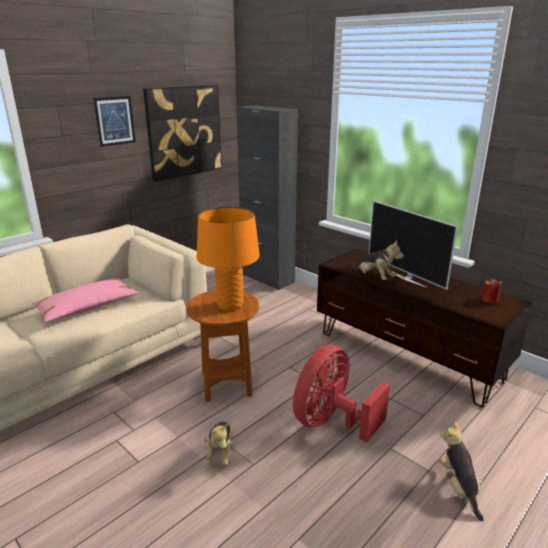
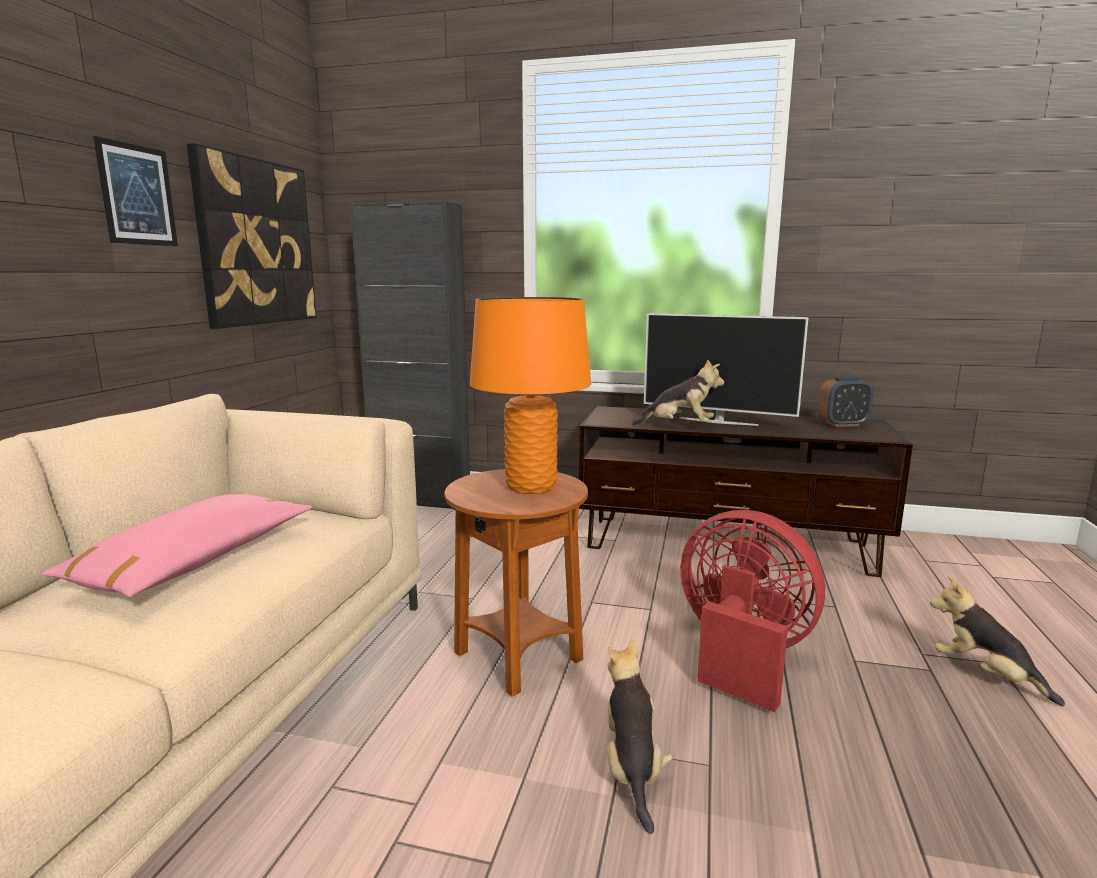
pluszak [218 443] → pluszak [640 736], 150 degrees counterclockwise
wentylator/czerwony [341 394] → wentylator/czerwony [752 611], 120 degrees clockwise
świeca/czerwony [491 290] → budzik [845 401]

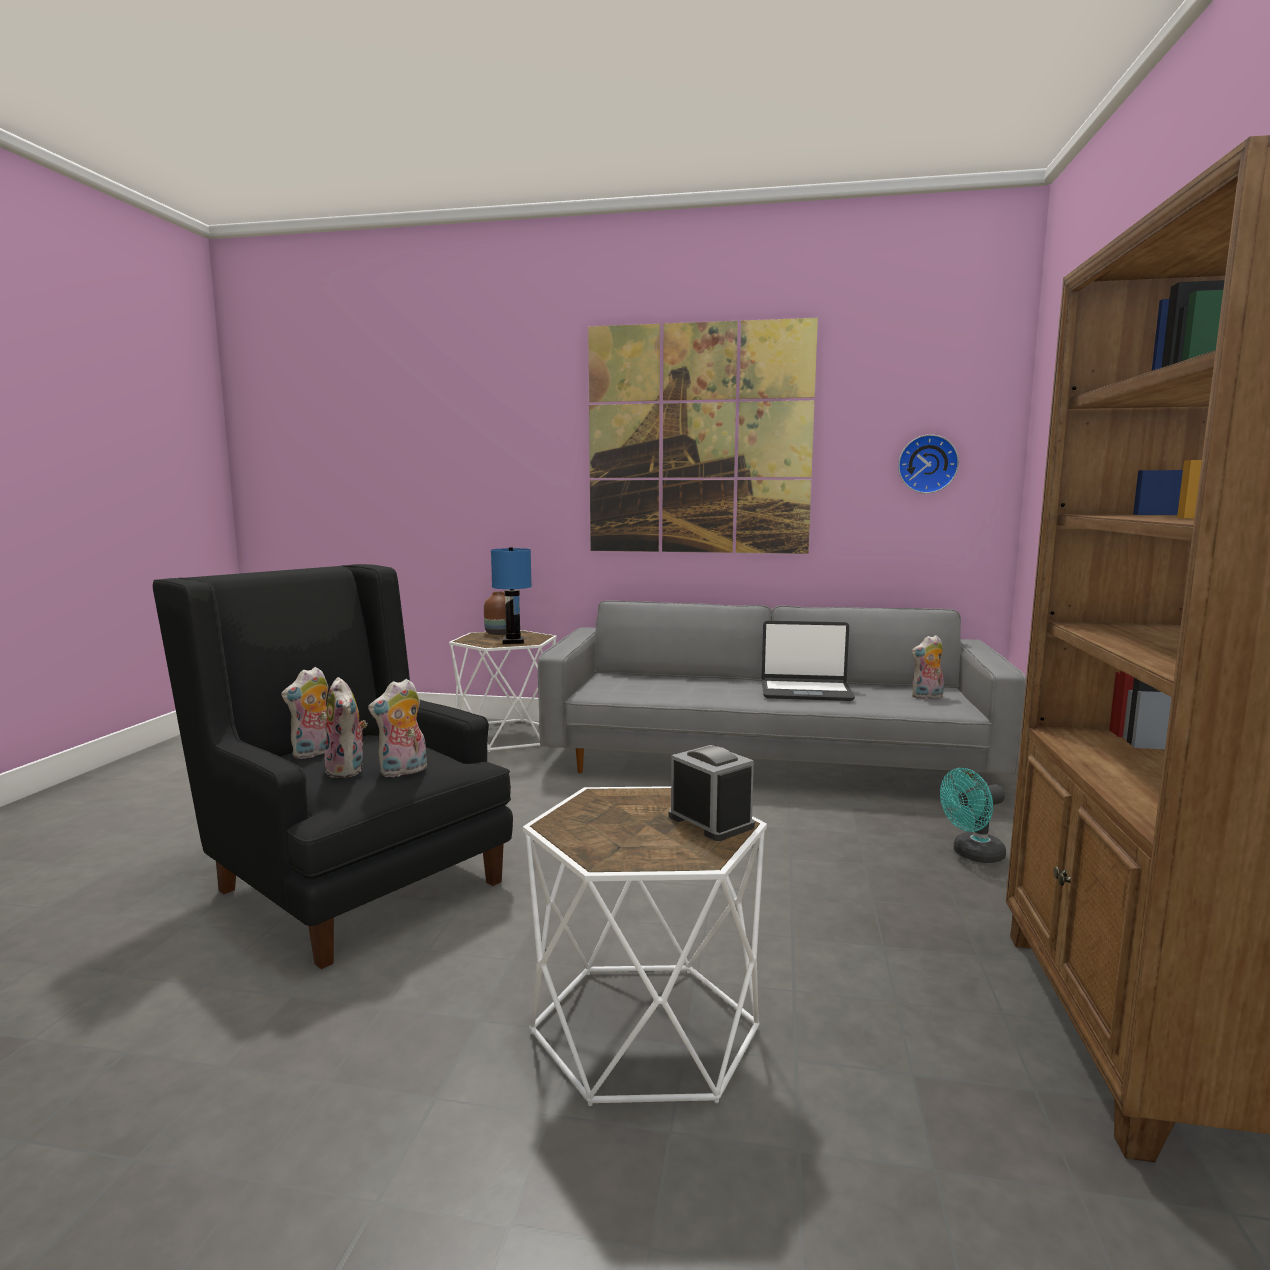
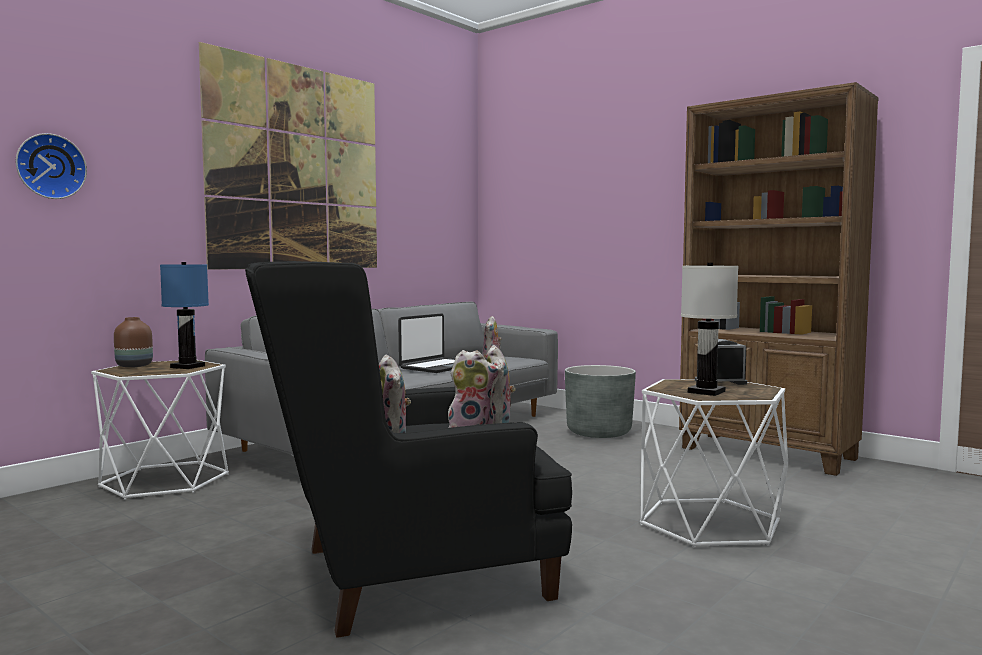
zegar ścienny [928 464] → zegar ścienny [51 166], relocated
wentylator/turkusowy [973 815] → donica/szary [600 401]
- → lampa stołowa/biały [710 329]

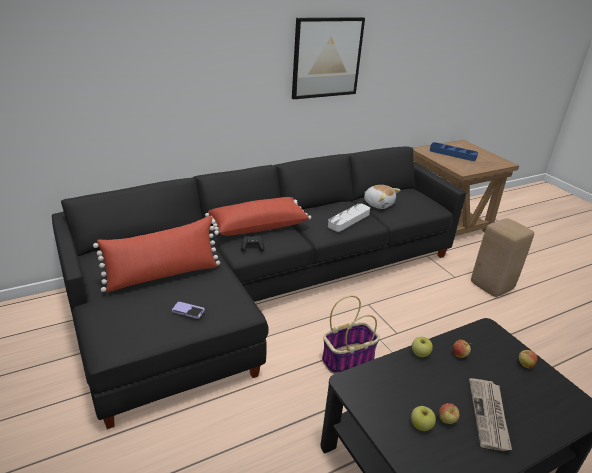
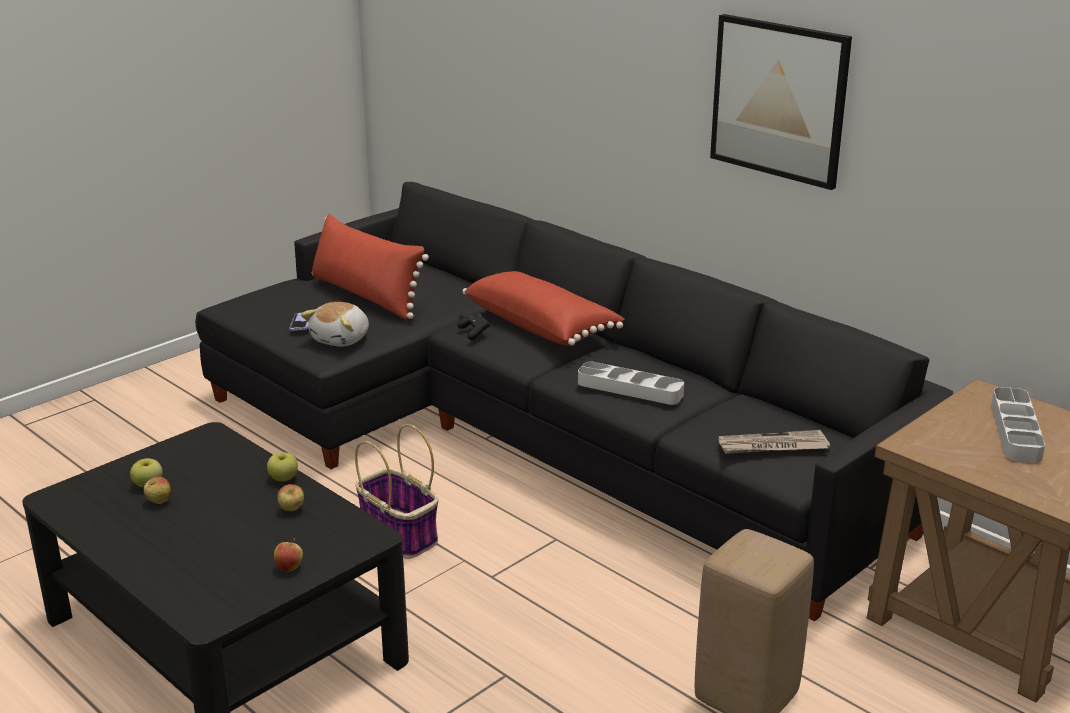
pluszak [382 197] → pluszak [335 324], relocated
taca/niebieski [454 151] → taca/szary [1018 425]
gazeta [490 414] → gazeta [774 442], relocated

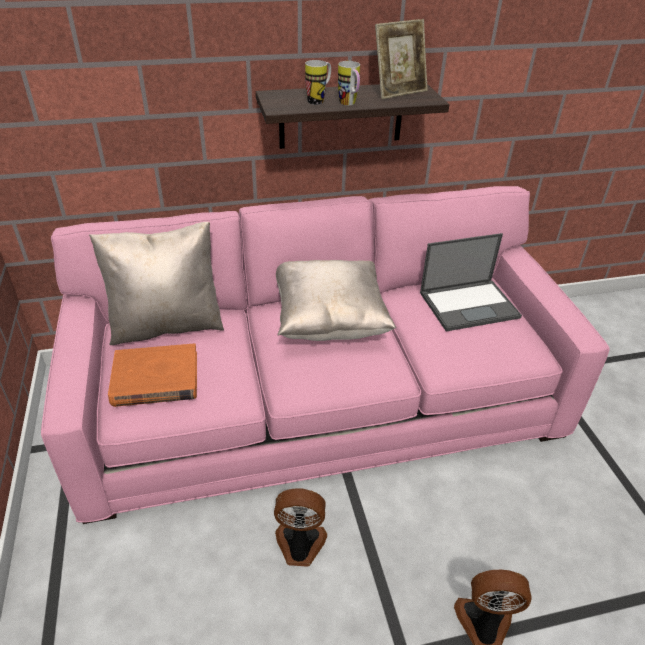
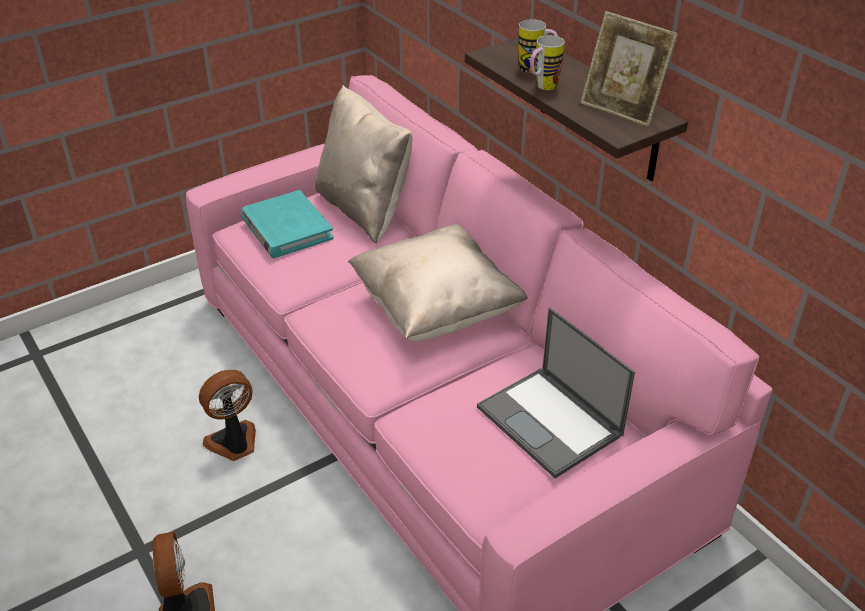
książka/pomarańczowy [152 375] → książka/turkusowy [287 224]
wentylator [300 527] → wentylator [227 415], 105 degrees counterclockwise

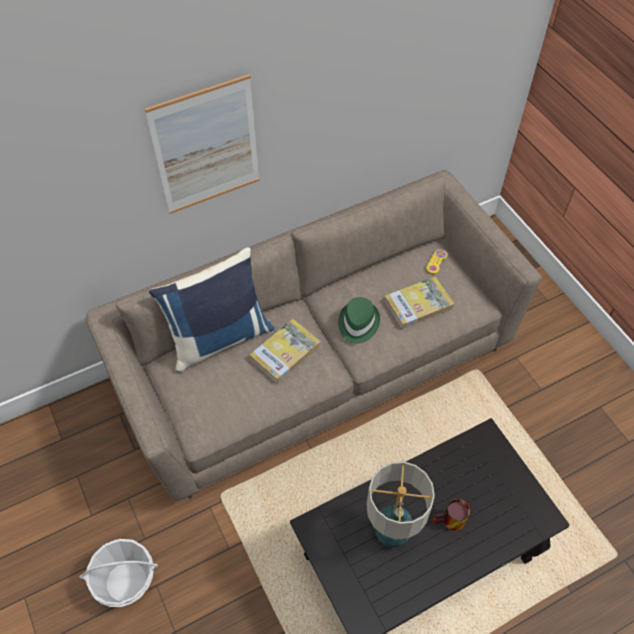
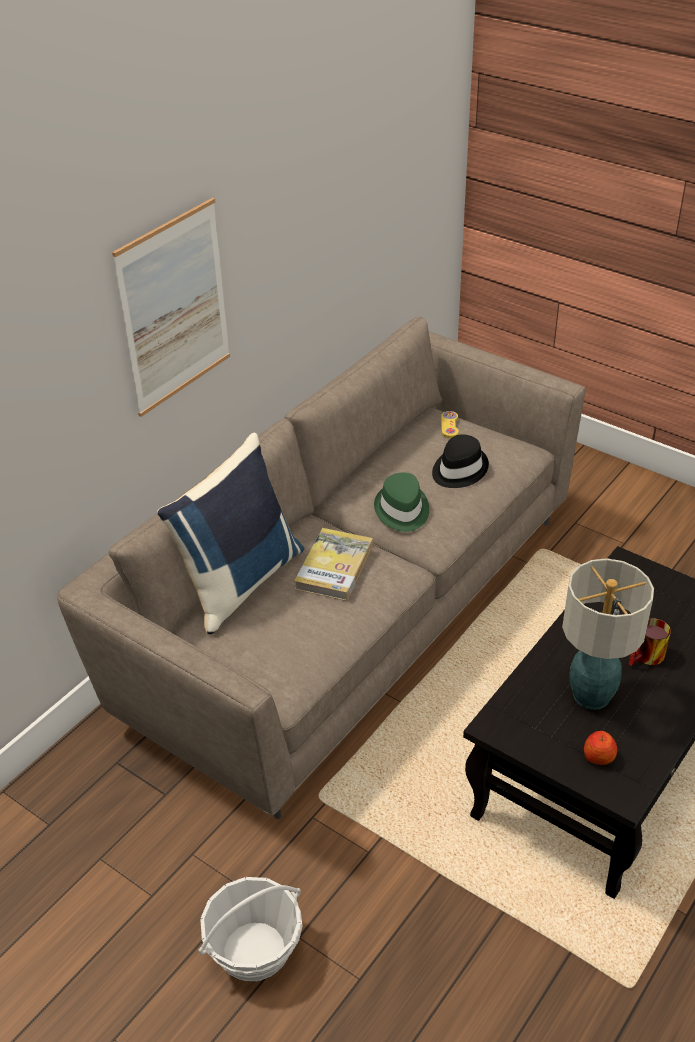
książka [419 303] → kapelusz/czarny [460 461]
- → jabłko [600 748]

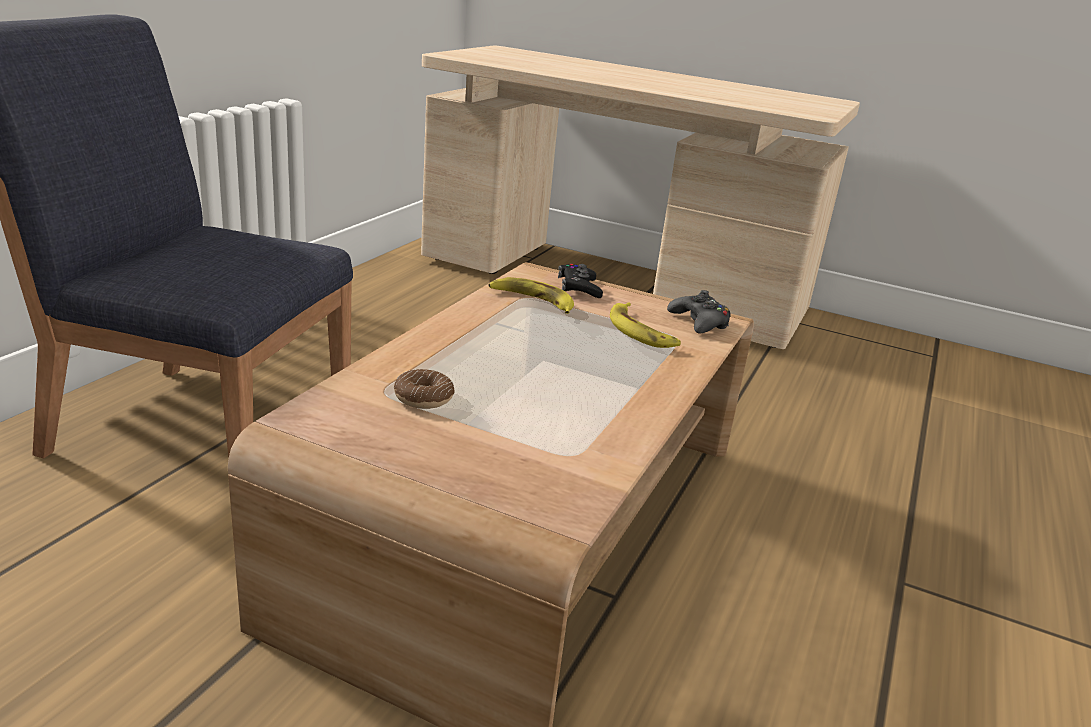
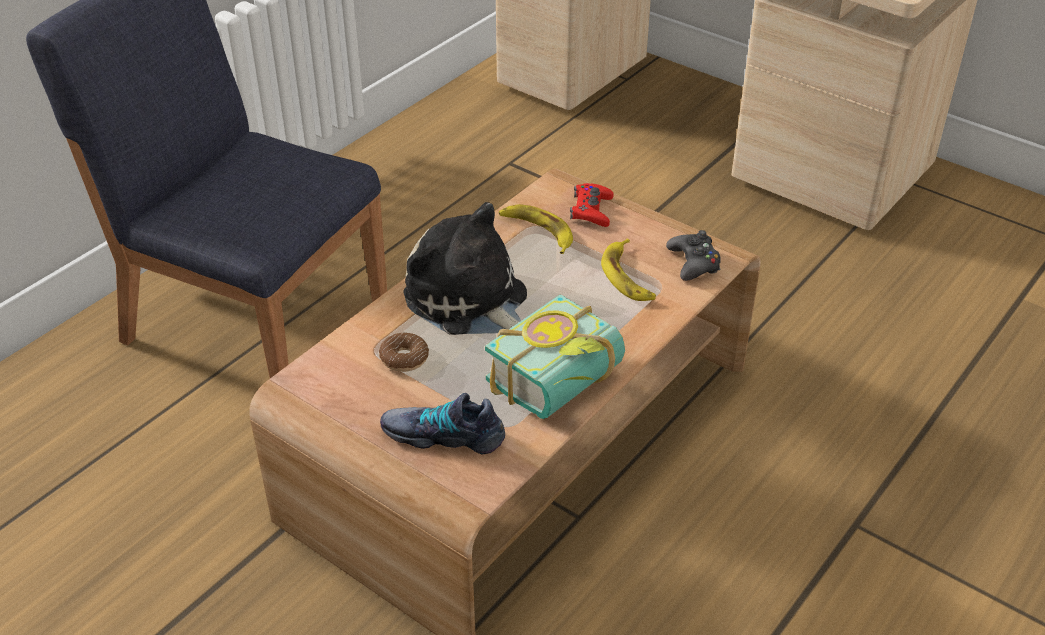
pad do gier/czarny [580 281] → pad do gier/czerwony [591 205]
- → but [442 424]
- → pluszak [465 268]
- → książka [555 356]

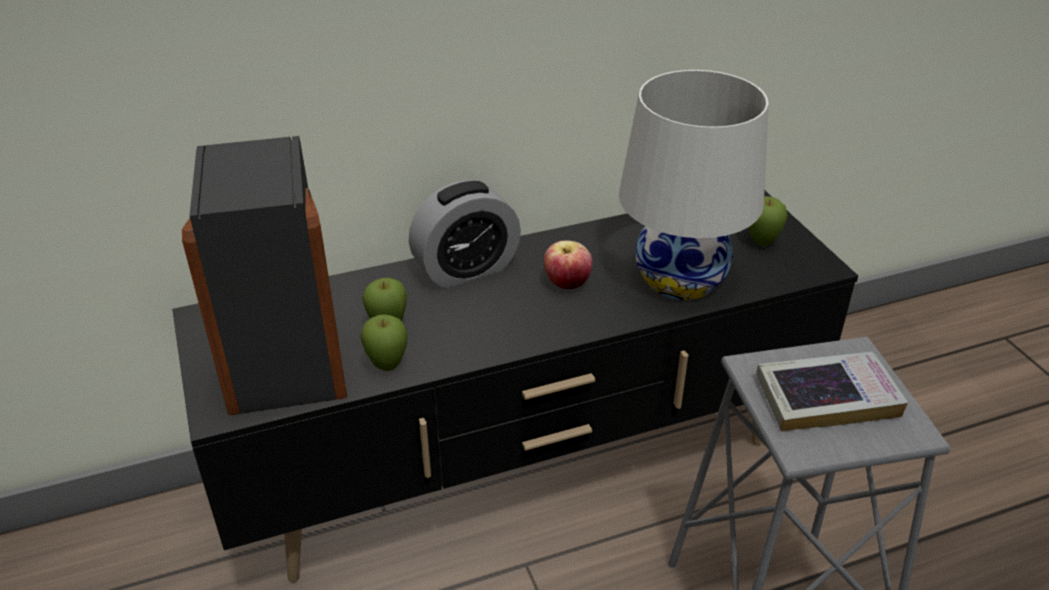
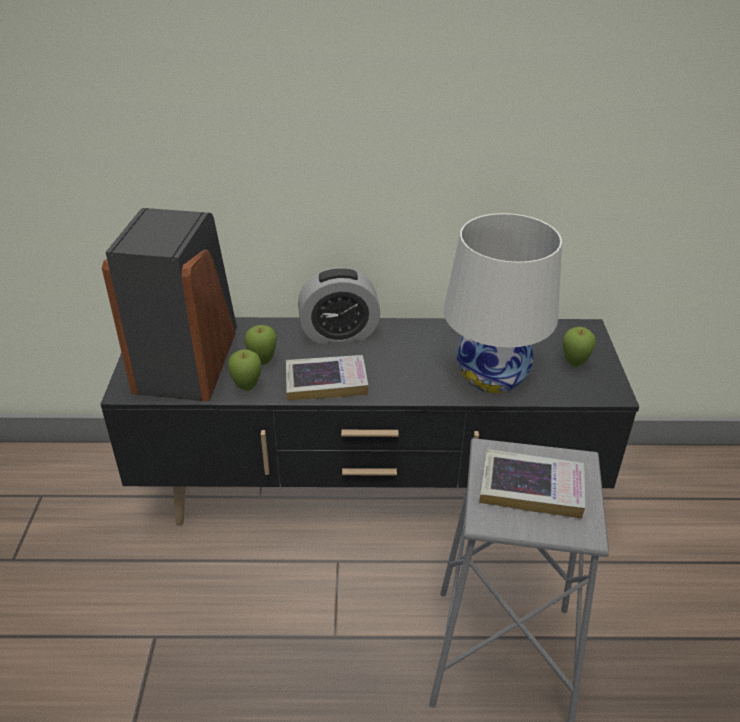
jabłko [568 264] → -
- → książka [327 378]

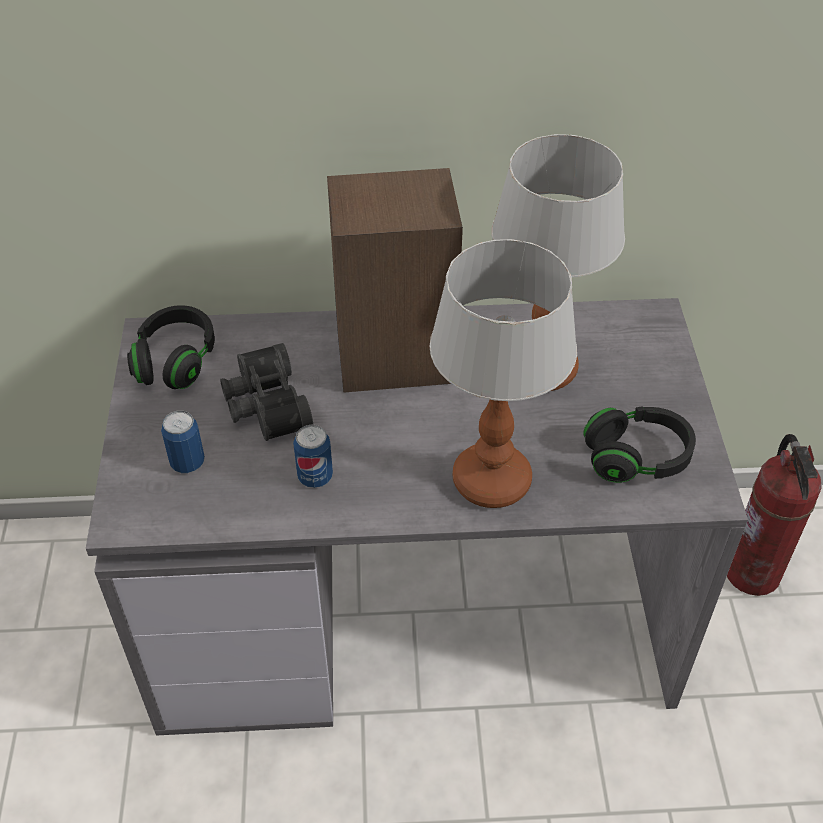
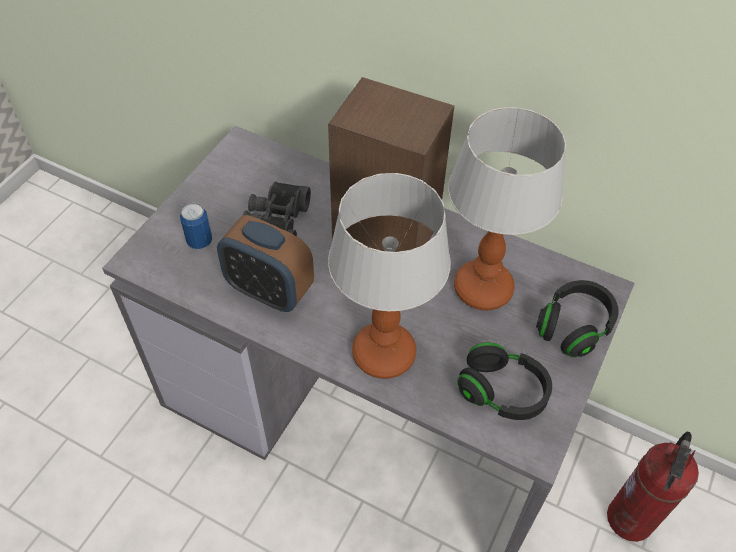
słuchawki/czarny [171 347] → słuchawki/czarny [577 318], relocated
puszka [313 456] → budzik [265 263]

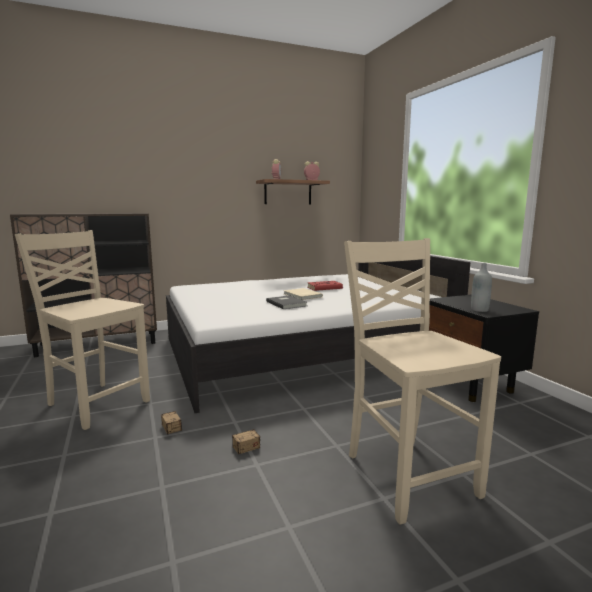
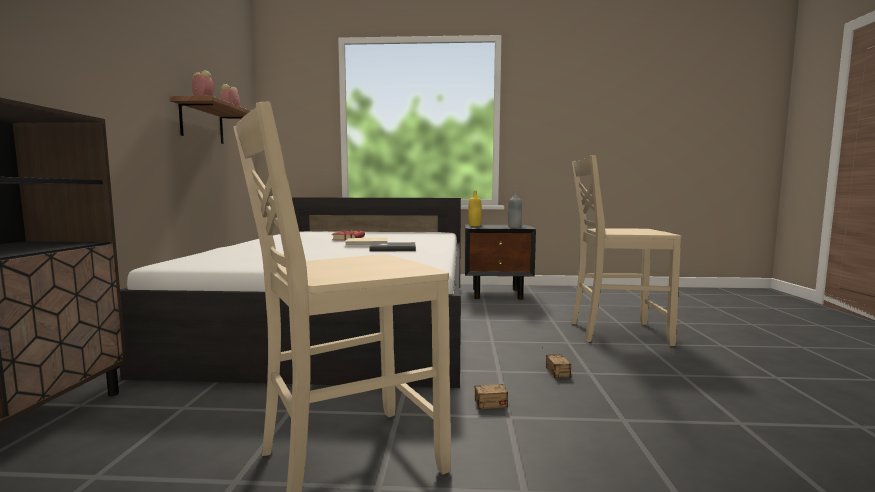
- → butelka/żółty [475 208]

